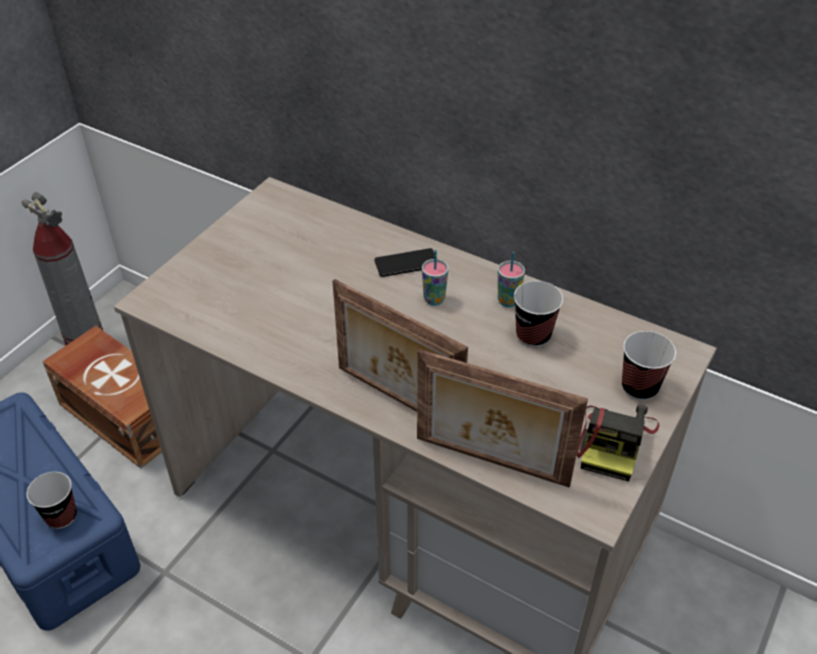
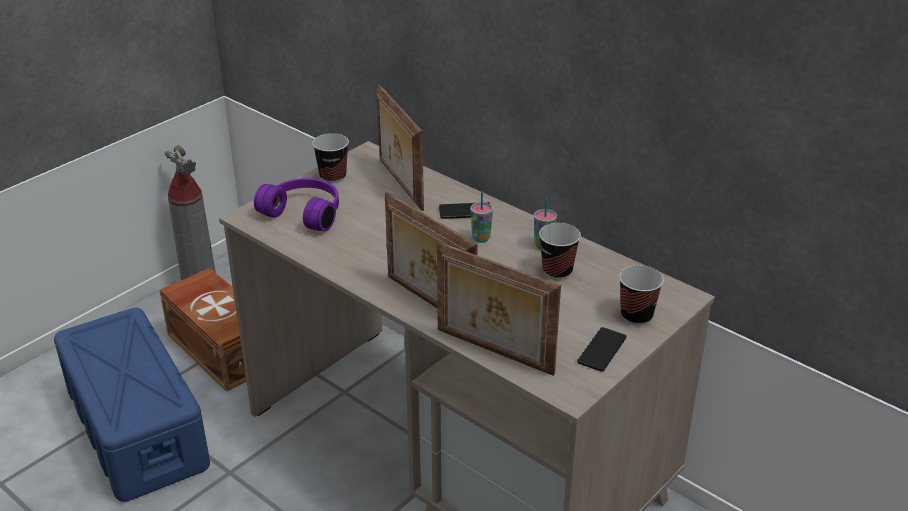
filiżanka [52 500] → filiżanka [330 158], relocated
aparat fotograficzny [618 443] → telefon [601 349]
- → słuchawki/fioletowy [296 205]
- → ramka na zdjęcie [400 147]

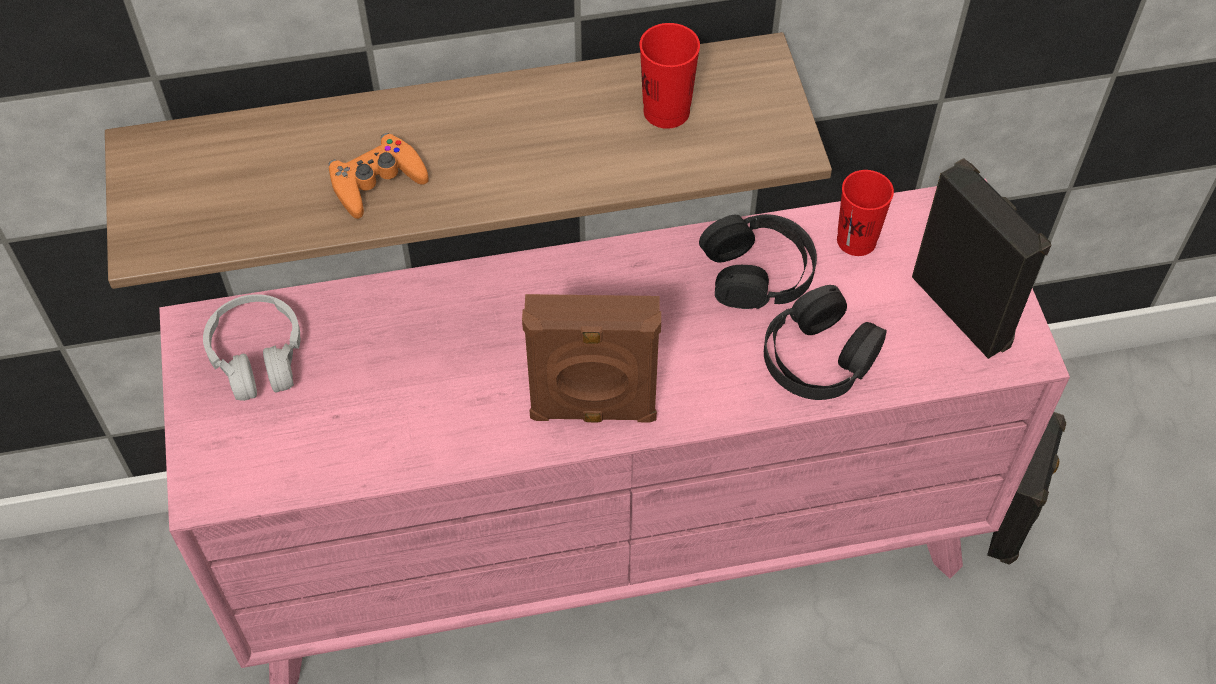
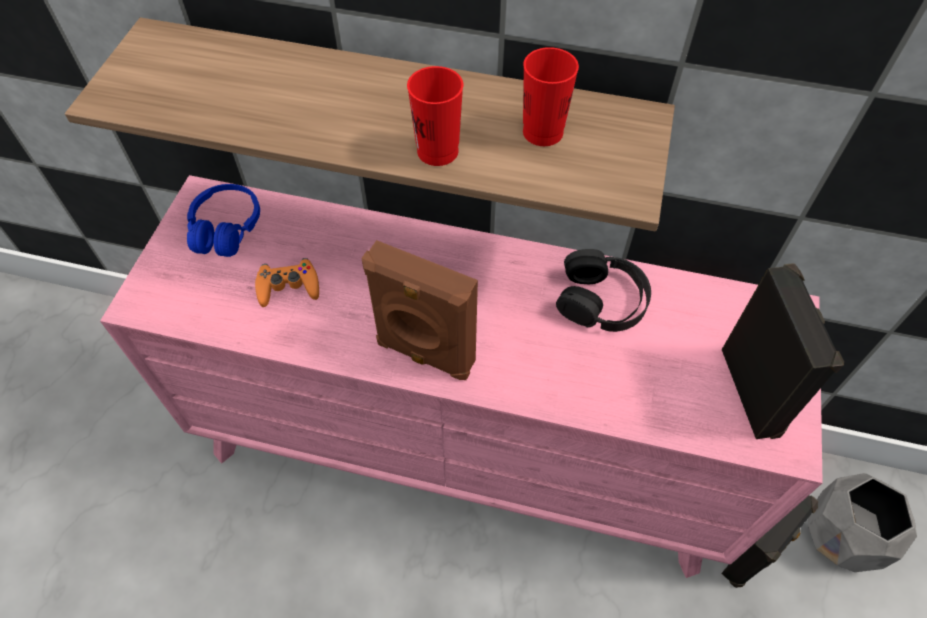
słuchawki/biały [252 347] → słuchawki/niebieski [223 220]
pad do gier/pomarańczowy [379 176] → pad do gier/pomarańczowy [287 282], relocated
słuchawki/czarny [825 342] → -
filiżanka/czerwony [865 213] → filiżanka/czerwony [435 116], relocated
- → donica/szary [862 522]

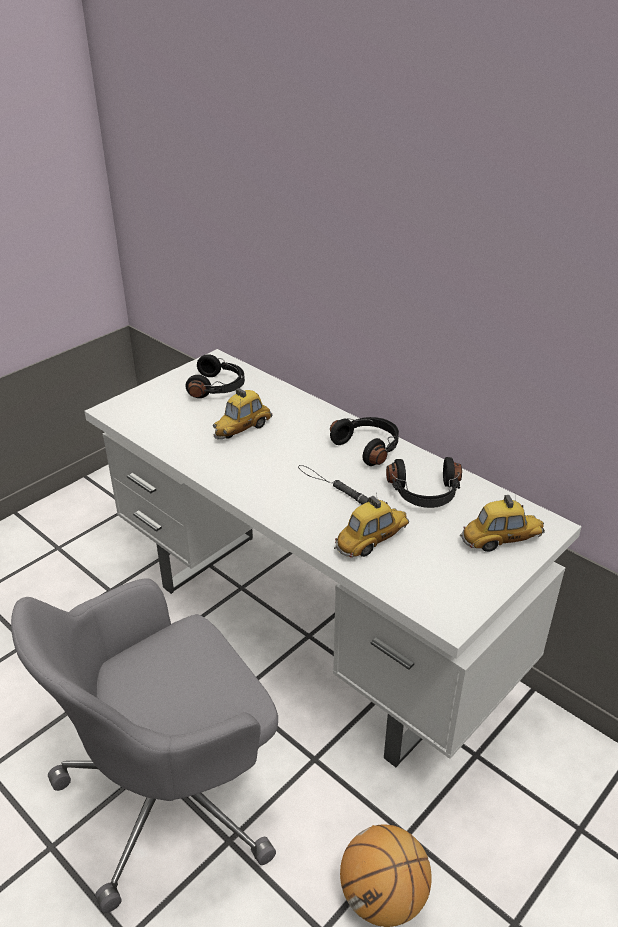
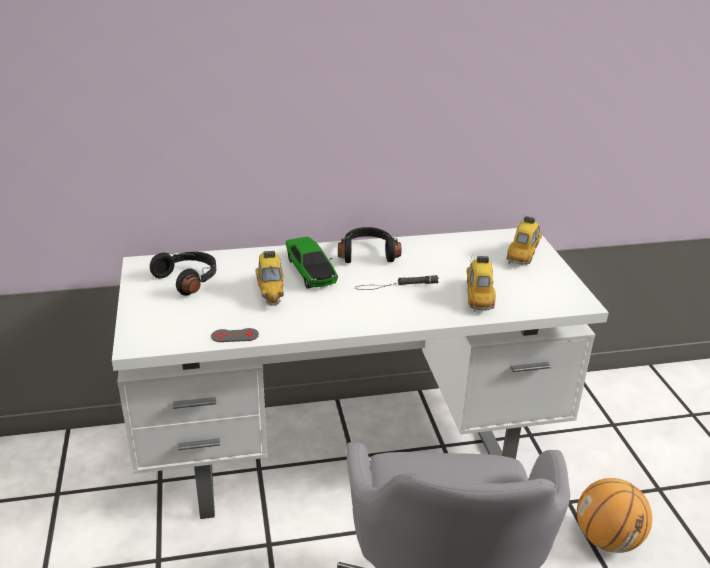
słuchawki/czarny [424 482] → -
- → pad do gier/szary [235 335]
- → samochodzik [311 263]

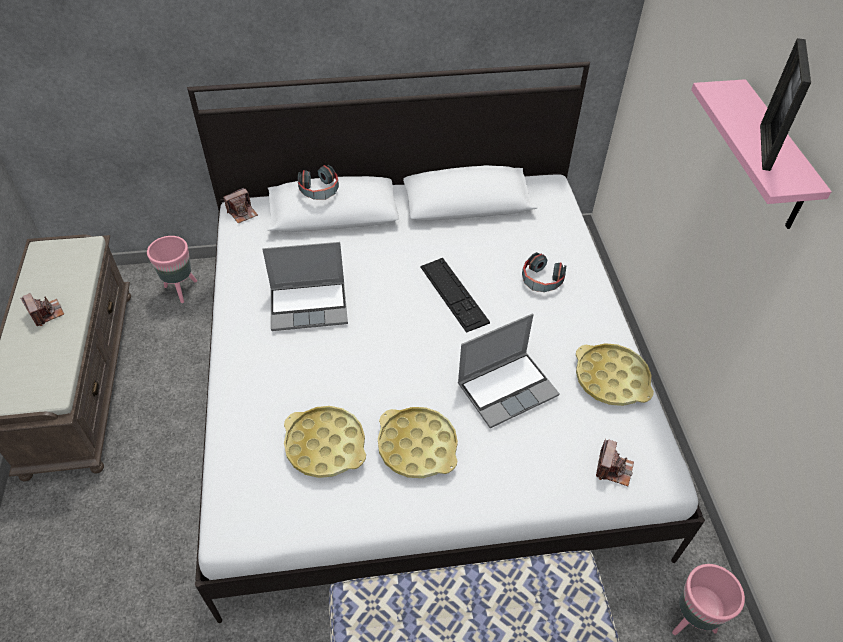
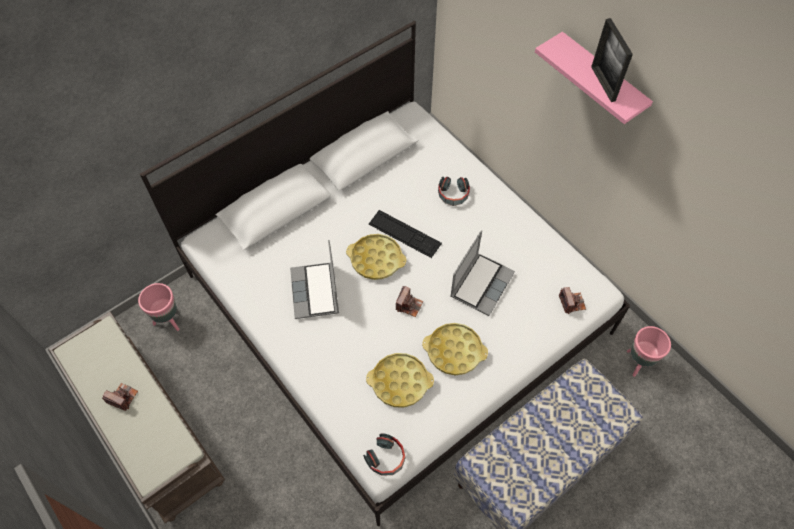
aparat fotograficzny [240 205] → aparat fotograficzny [409 301], relocated
laptop [305 286] → laptop [314 279], 120 degrees clockwise
słuchawki [318 182] → słuchawki [384 454], relocated
taca/żółty [615 374] → taca/żółty [376 257], relocated

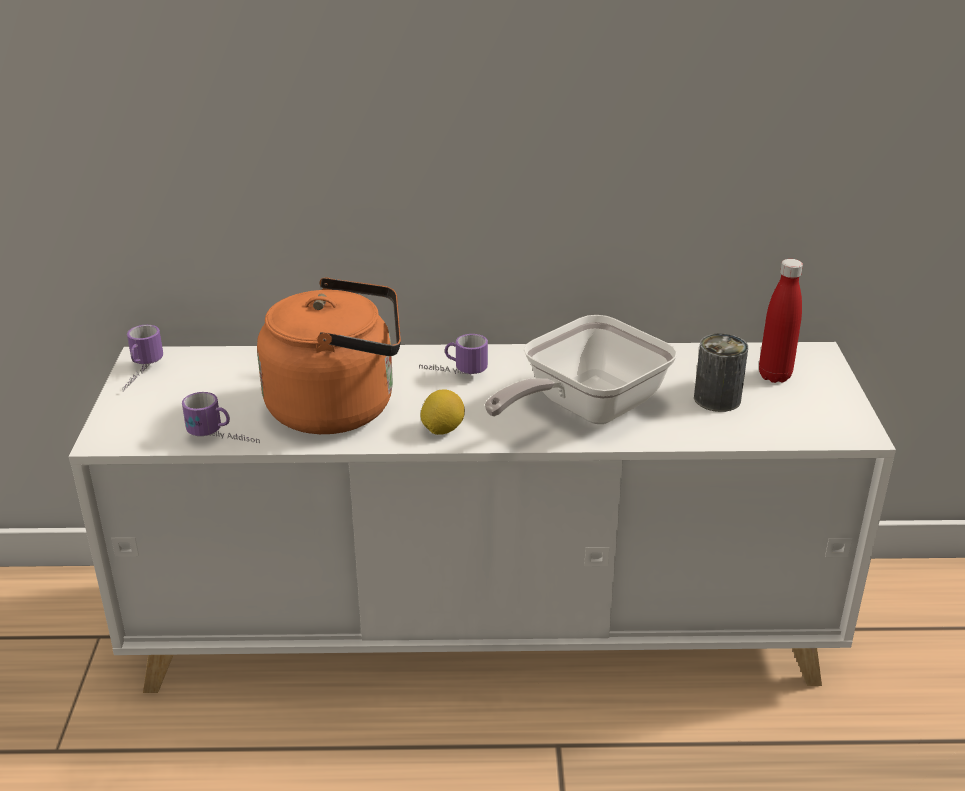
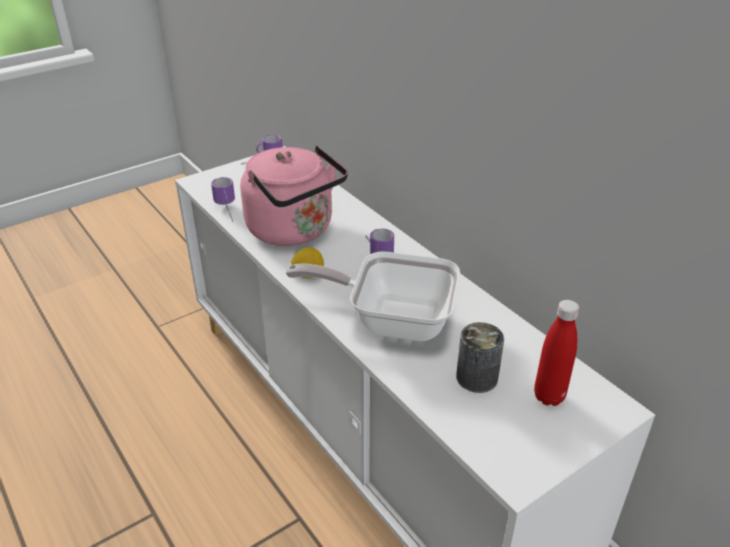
czajnik/pomarańczowy [329 355] → czajnik/różowy [294 195]

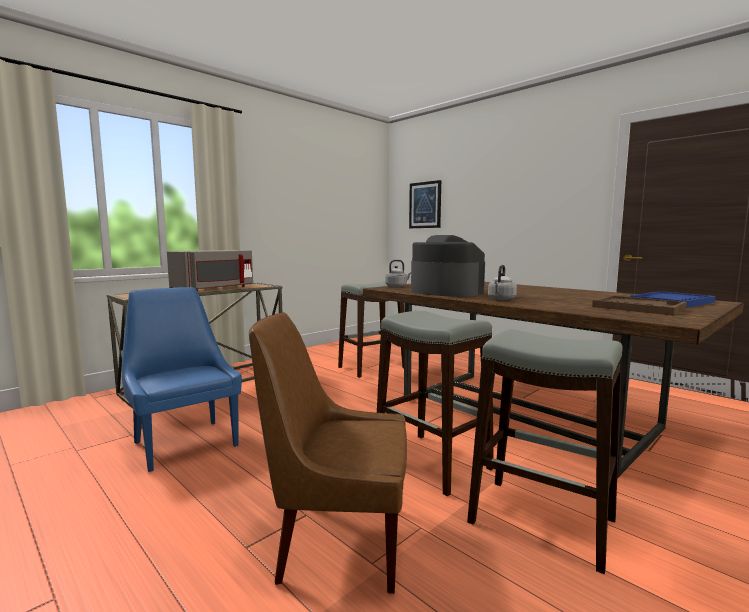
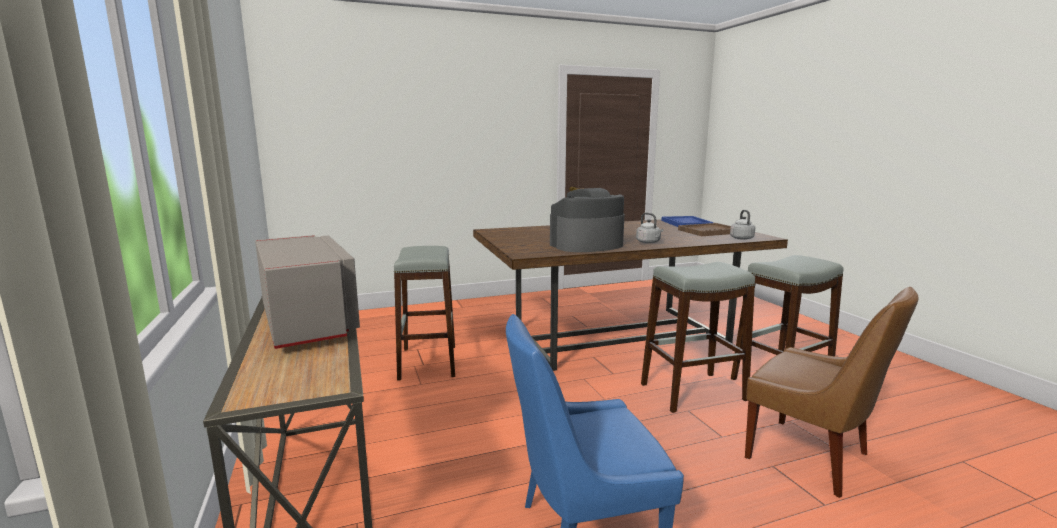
krzesło/brązowy [328 453] → krzesło/brązowy [832 392], 75 degrees counterclockwise
czajnik/szary [398 273] → czajnik/szary [742 225], relocated
obraz [425 204] → -

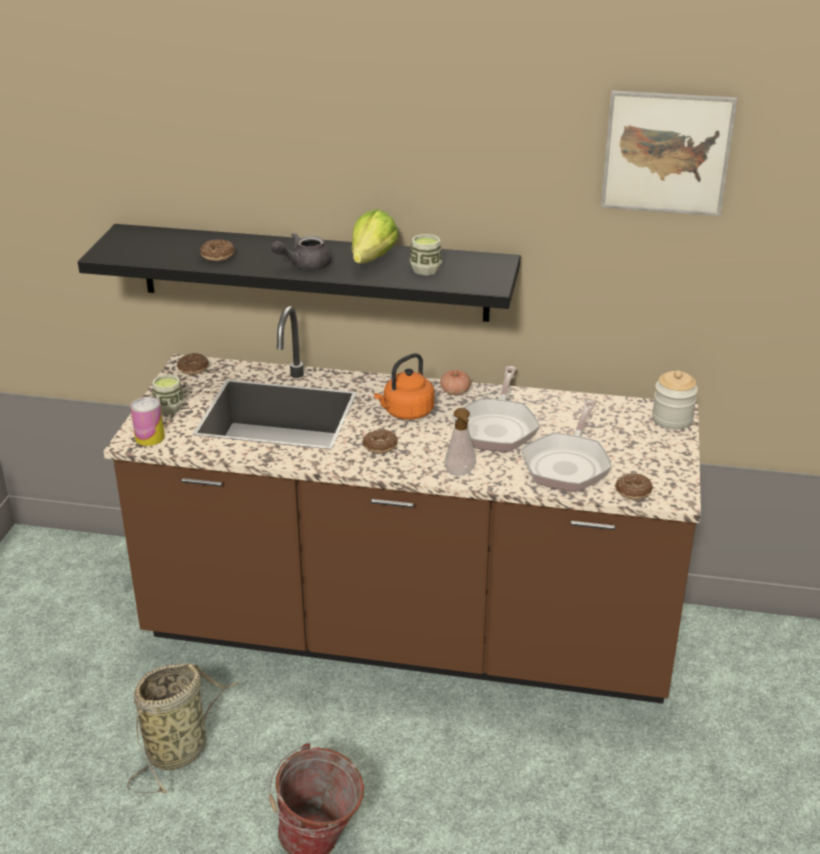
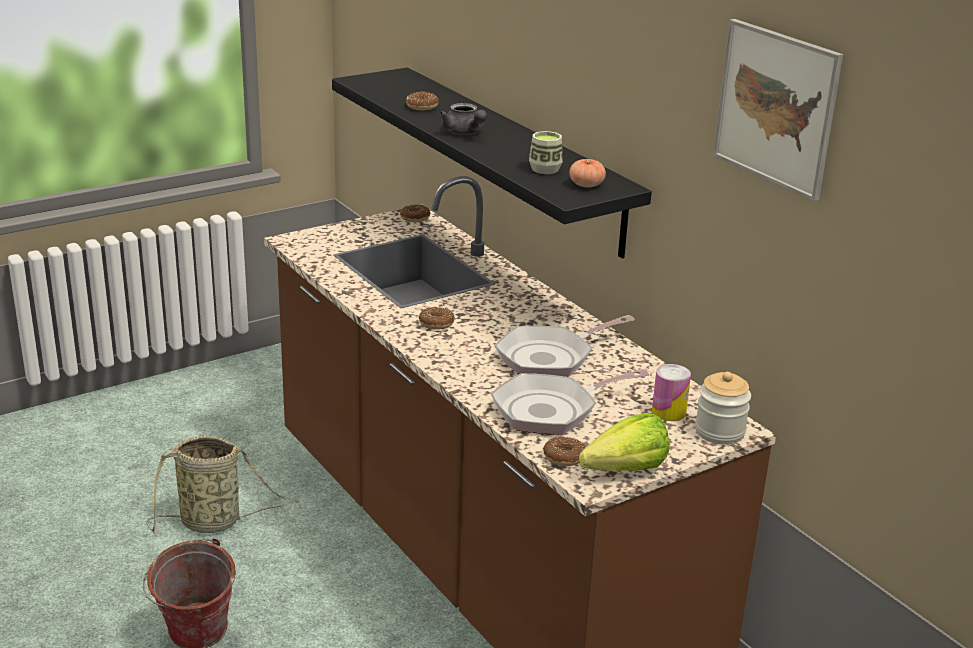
puszka [147 421] → puszka [671 392], relocated
filiżanka [168 395] → -
imbryk/szary [301 251] → imbryk/szary [463 119], 135 degrees counterclockwise
sałata [375 236] → sałata [624 442], relocated
czajnik/pomarańczowy [404 386] → -
pomidor [455 382] → pomidor [587 173], relocated
dozownik mydła [460 442] → -

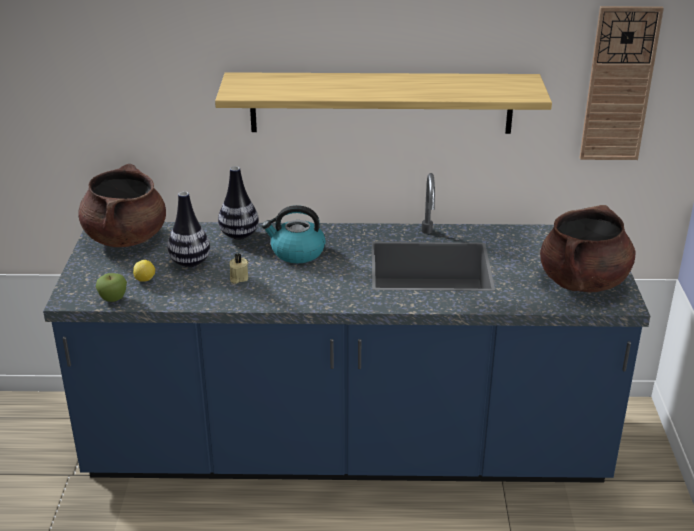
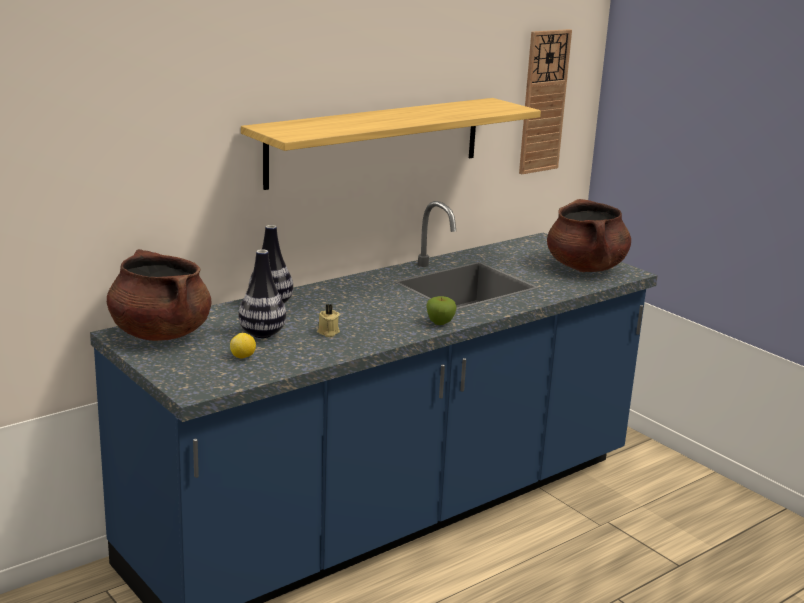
jabłko [111 287] → jabłko [441 310], relocated
czajnik [294 234] → -

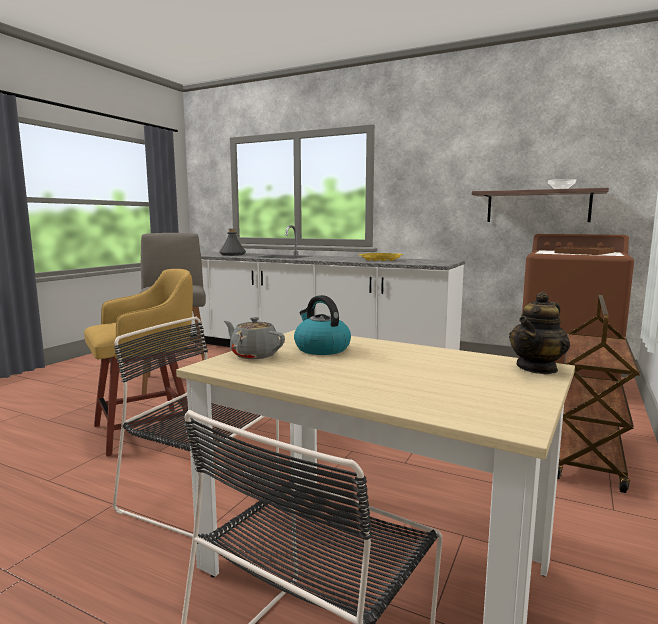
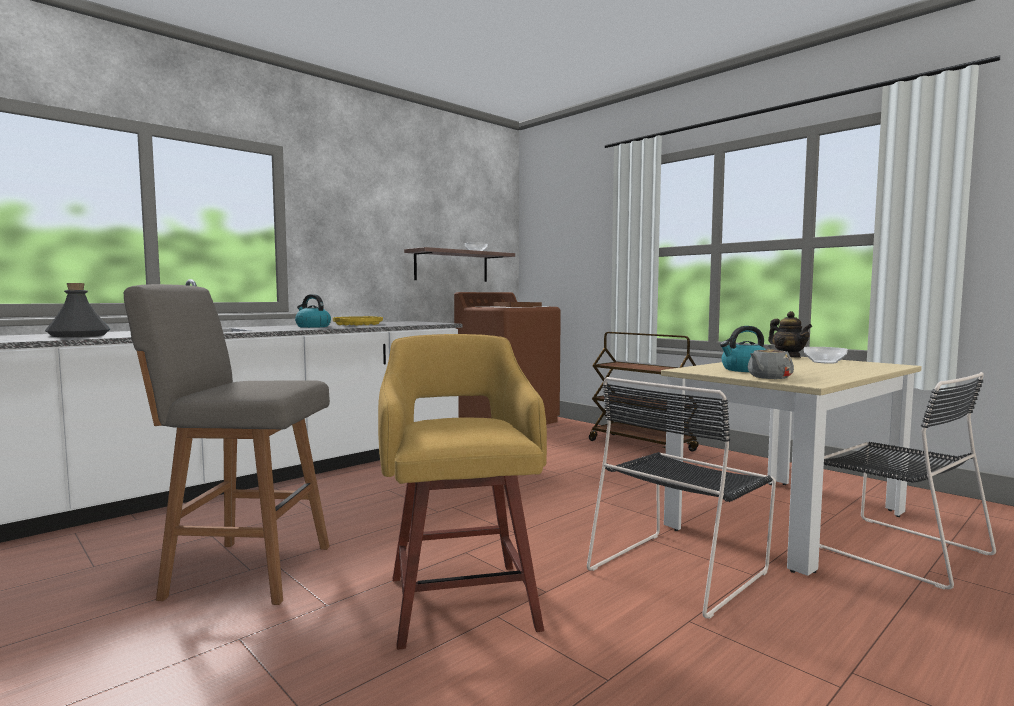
- → czajnik [313 311]
- → miska [826 355]

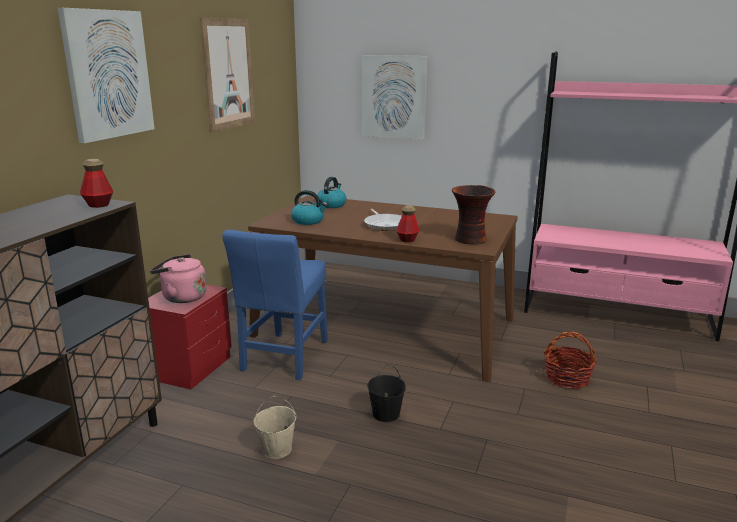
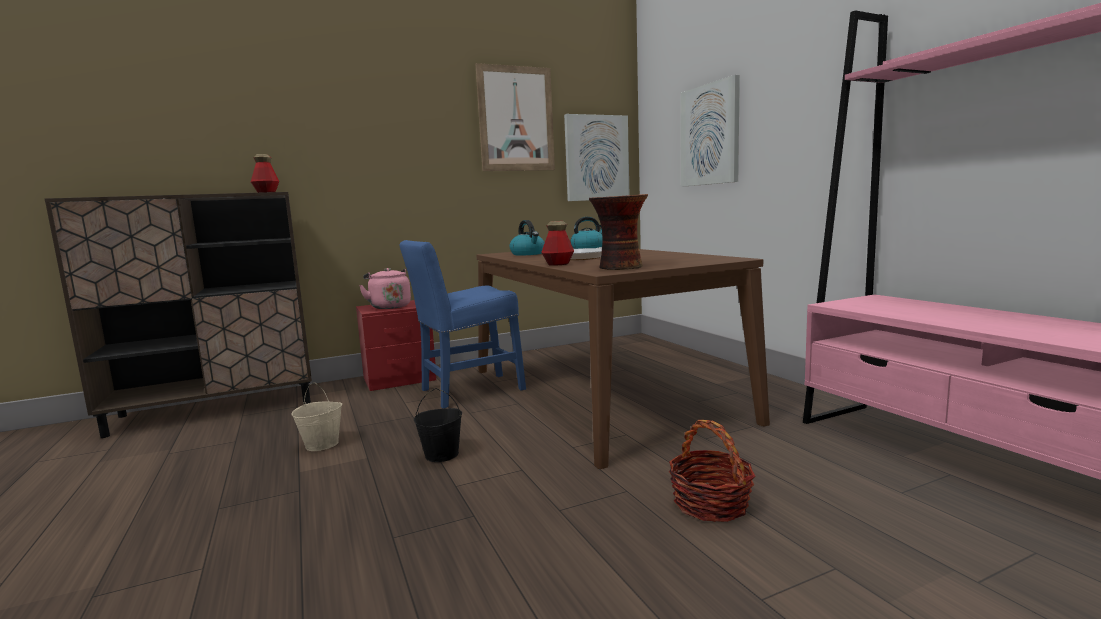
obraz [106 75] → obraz [596 157], relocated

